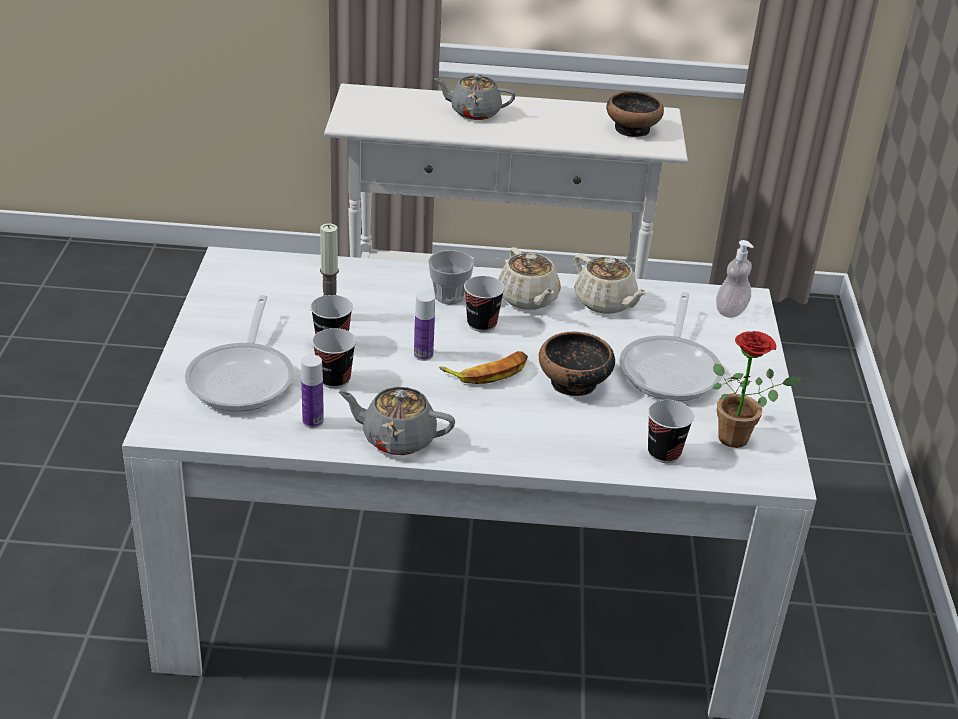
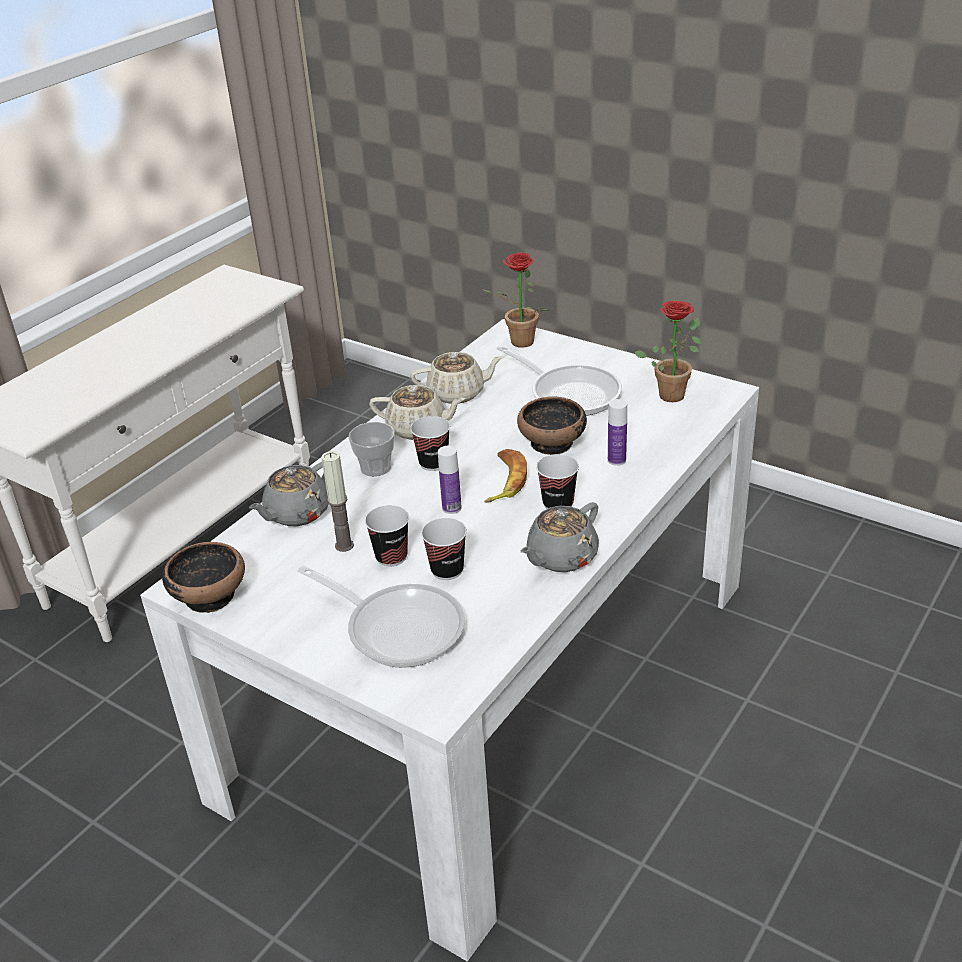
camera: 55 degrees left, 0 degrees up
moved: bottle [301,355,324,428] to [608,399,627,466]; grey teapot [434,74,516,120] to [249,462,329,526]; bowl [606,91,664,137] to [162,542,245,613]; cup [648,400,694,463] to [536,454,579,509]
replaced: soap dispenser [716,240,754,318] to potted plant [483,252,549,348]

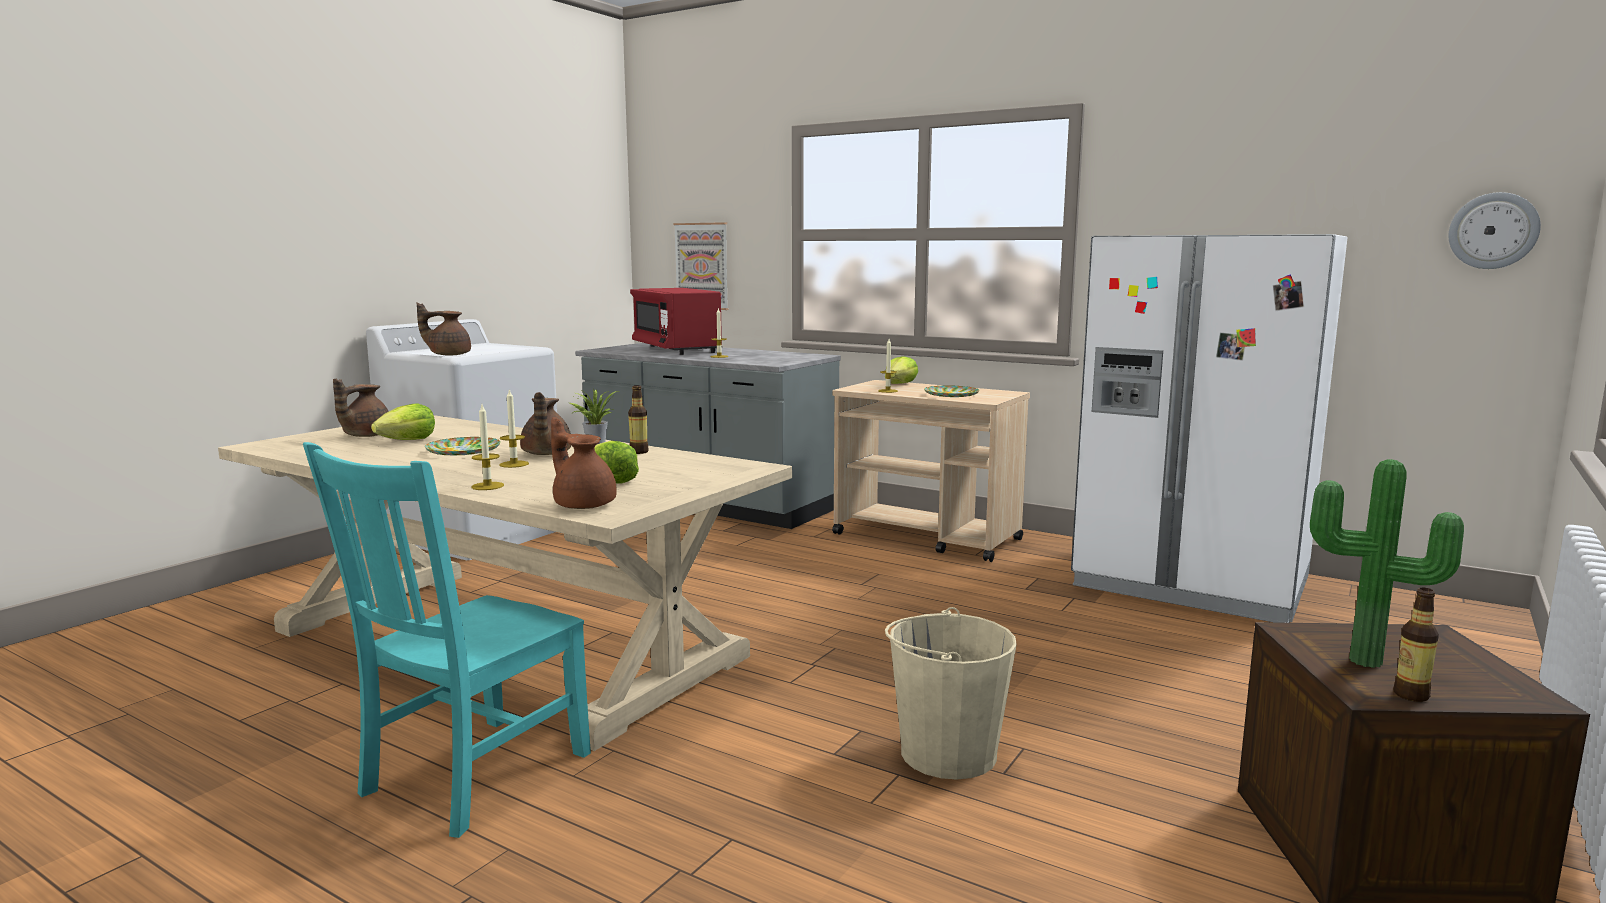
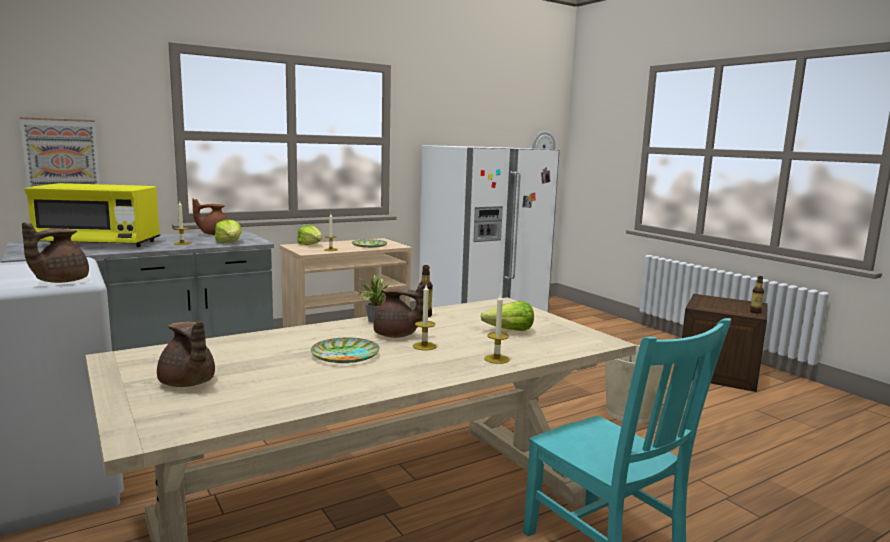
camera: 65 degrees left, 0 degrees up
removed: potted plant [1310,459,1464,668]
moved: lettuce [371,403,435,440] to [214,220,242,243]; brown teapot [551,417,617,509] to [192,198,228,235]
recoloured: red microwave [630,288,722,355] to yellow microwave [24,183,160,247]

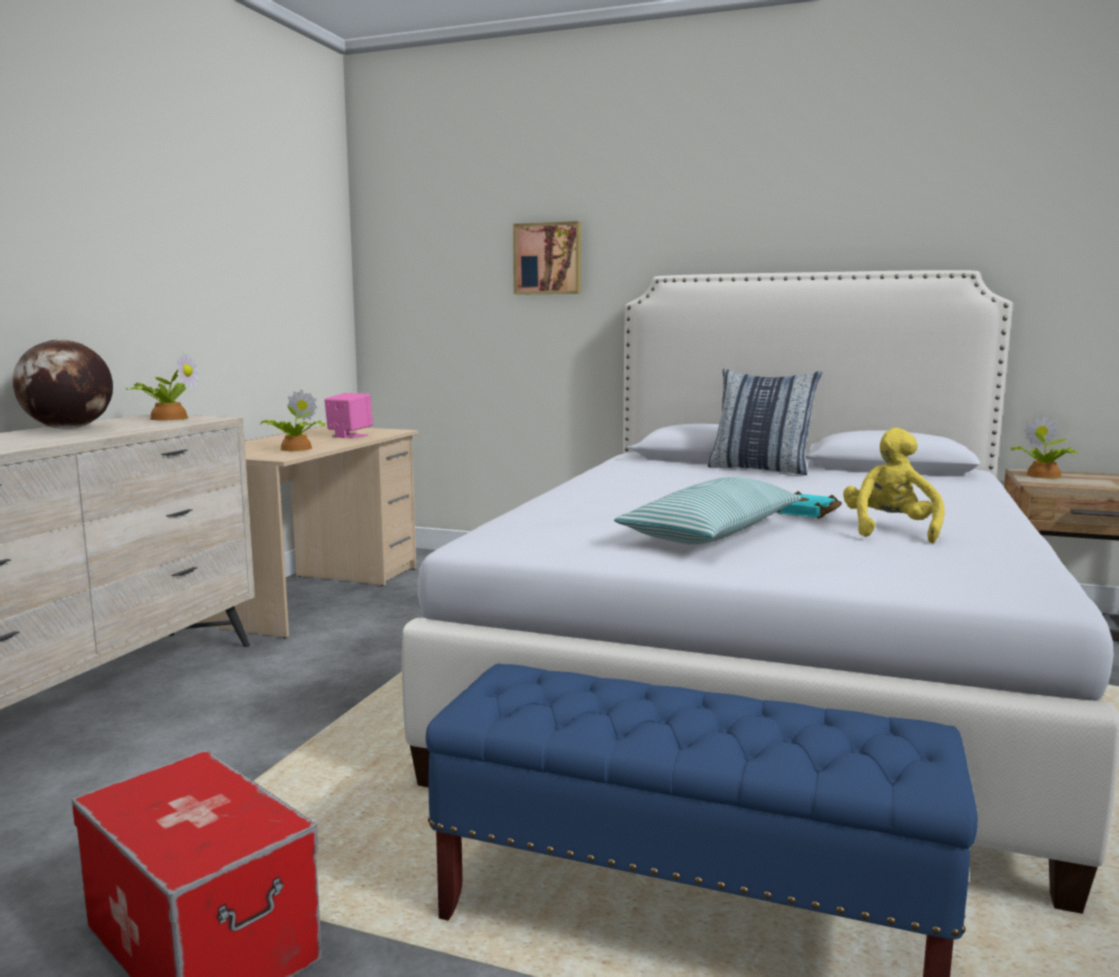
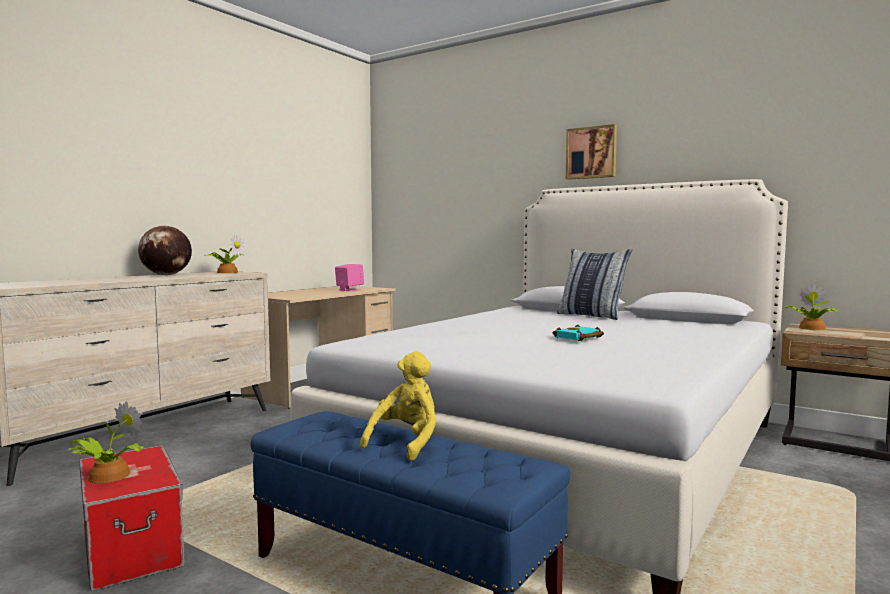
camera: 15 degrees right, 5 degrees down
removed: pillow [614,477,802,545]
moved: potted plant [259,389,326,451] to [69,402,143,483]; picture [513,221,581,295] to [566,124,617,180]; yellow plush toy [843,428,945,543] to [360,351,437,461]

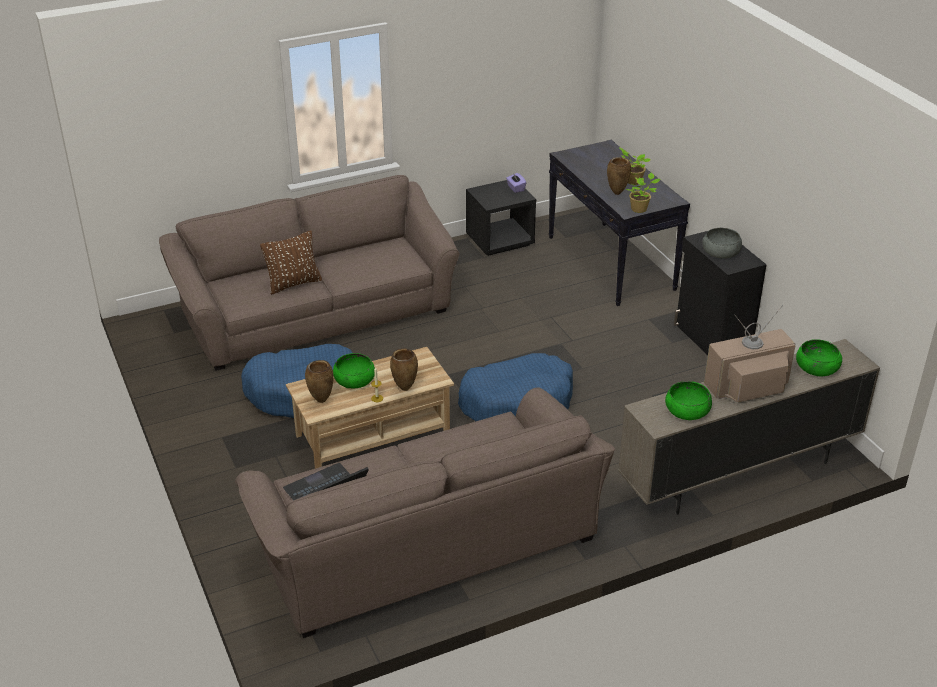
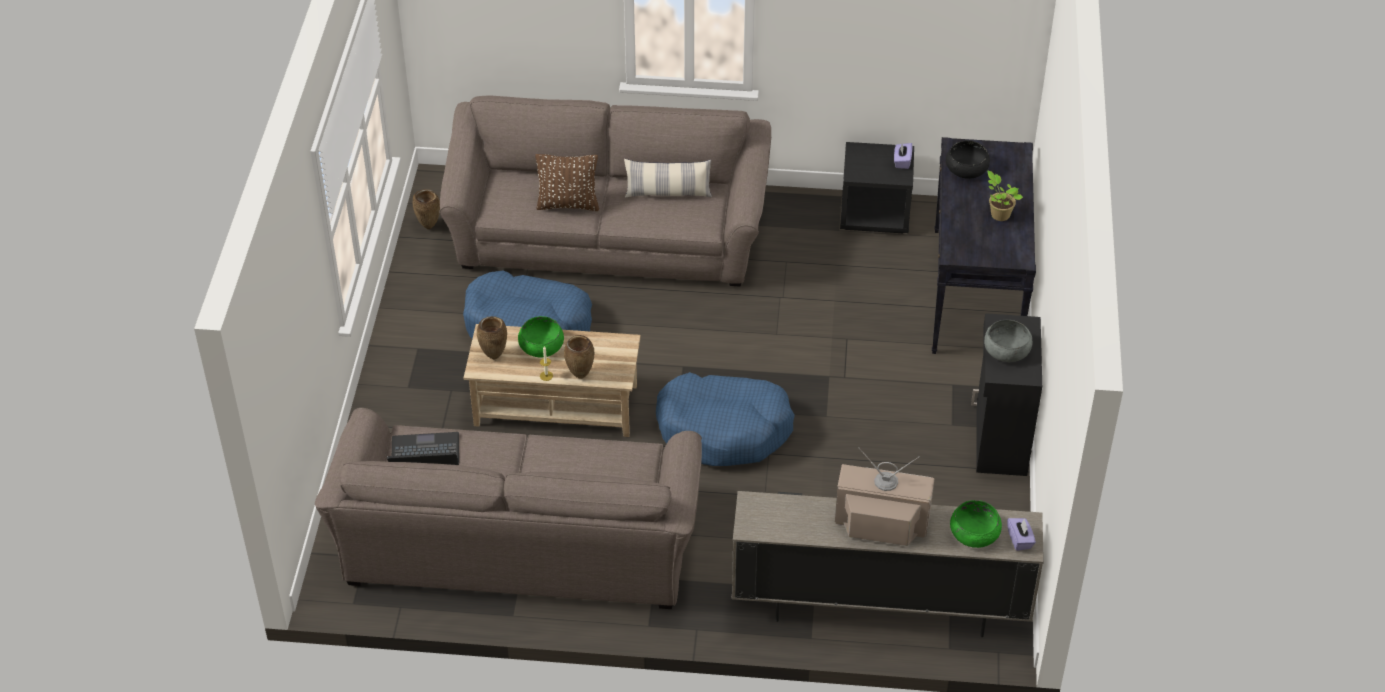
camera: 30 degrees right, 10 degrees up
removed: potted plant [626,173,661,213]; green bowl [665,381,712,420]
added: pillow [624,159,712,198]; black bowl [946,140,990,179]; purple tissue box [1007,518,1036,551]
moved: brown vase [607,157,631,195] to [413,189,440,229]

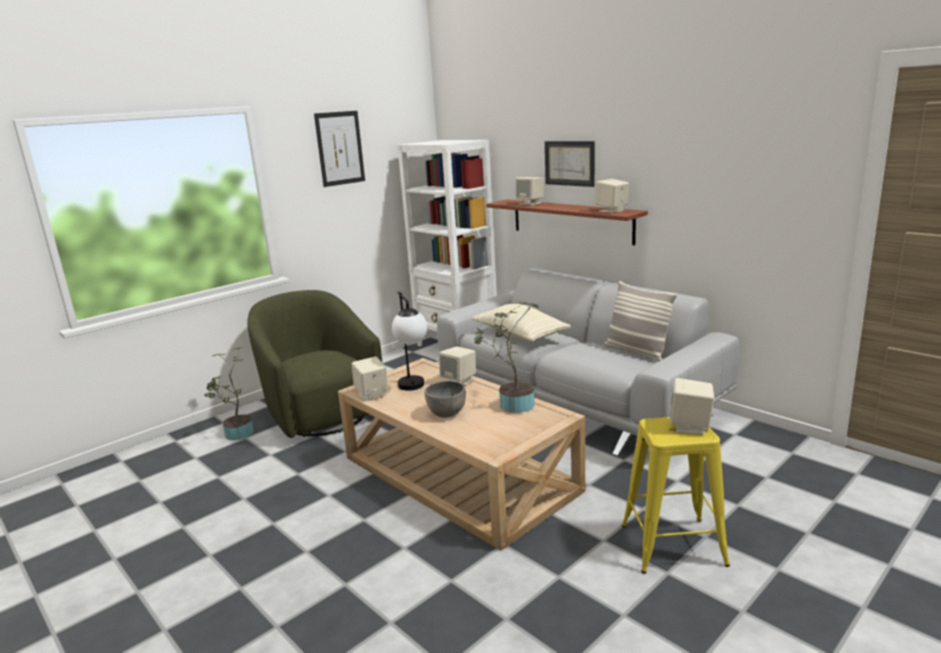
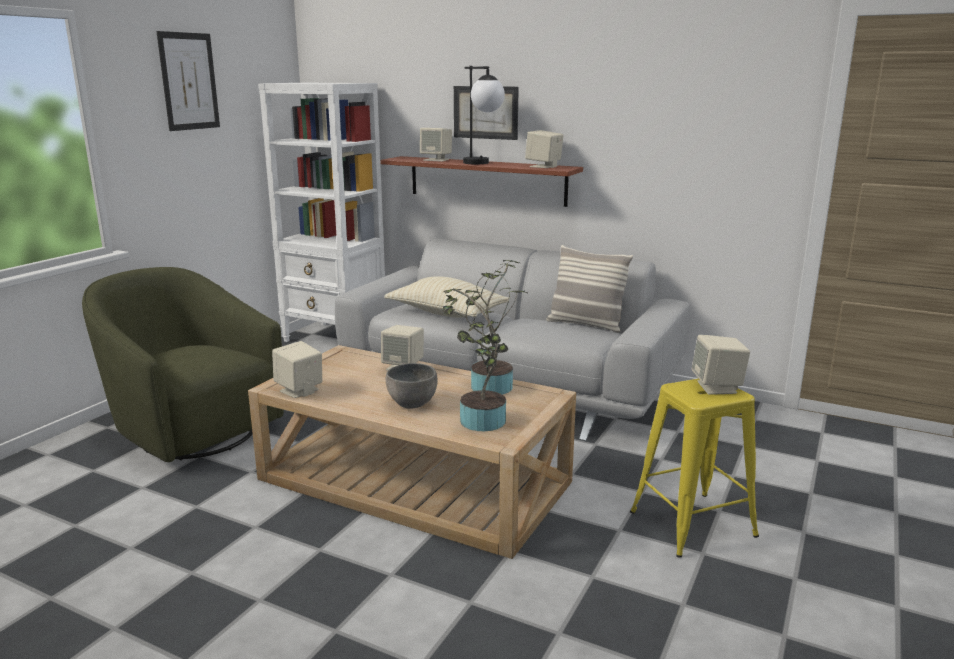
camera: 20 degrees left, 0 degrees up
moved: potted plant [204,347,254,440] to [443,274,528,431]; table lamp [392,291,427,391] to [463,66,505,164]

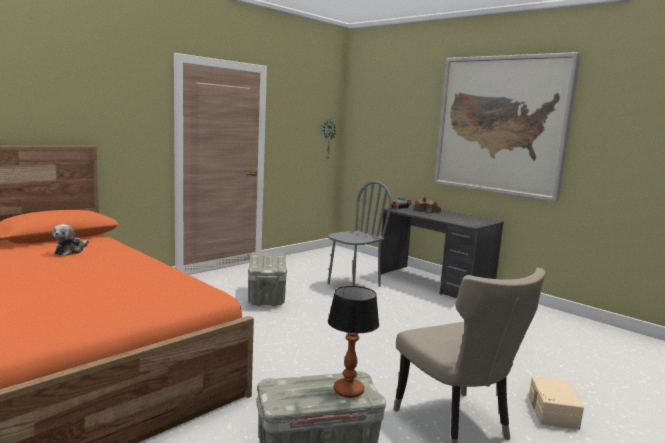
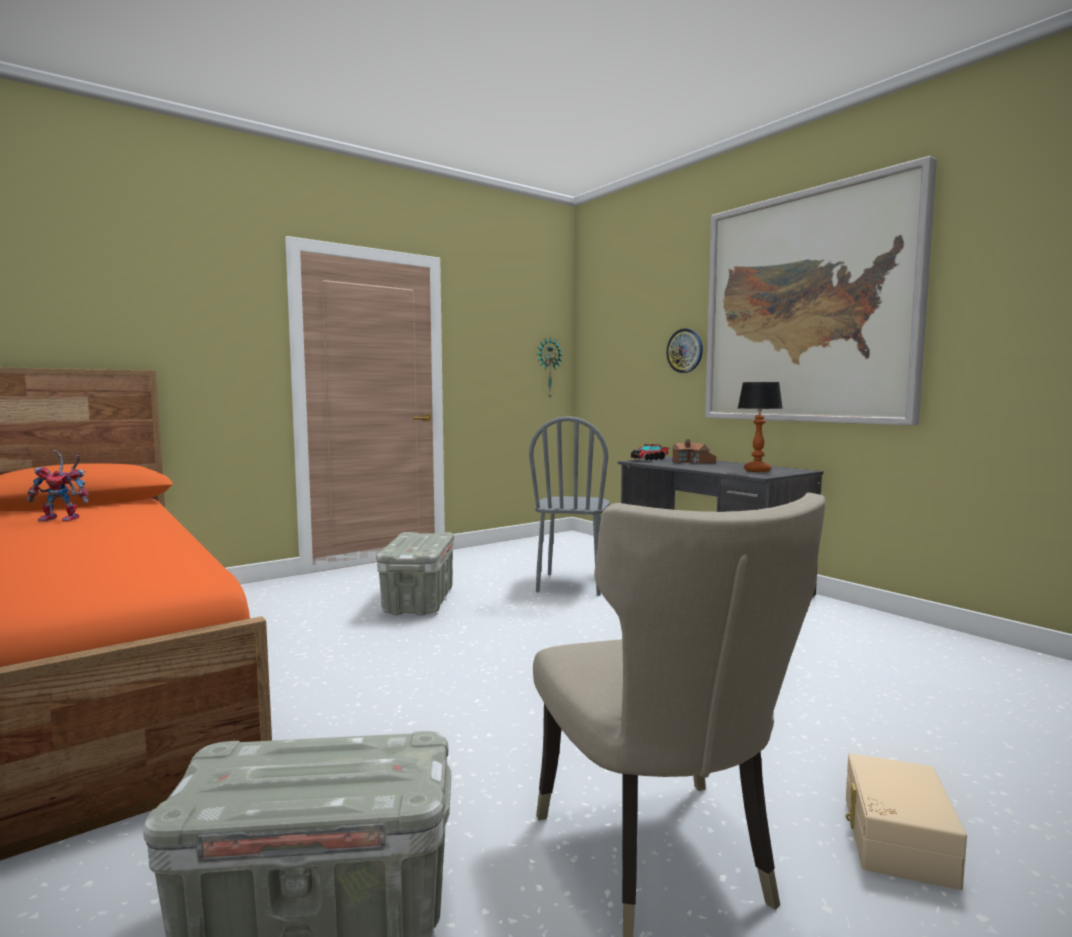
camera: 10 degrees right, 5 degrees down
added: wall clock [666,328,703,373]
moved: table lamp [328,286,379,398] to [738,382,783,472]
replaced: plush toy [52,224,89,256] to toy robot [27,450,89,521]
turned: grey chair [328,181,392,287] = [529,416,610,596] 135 degrees clockwise

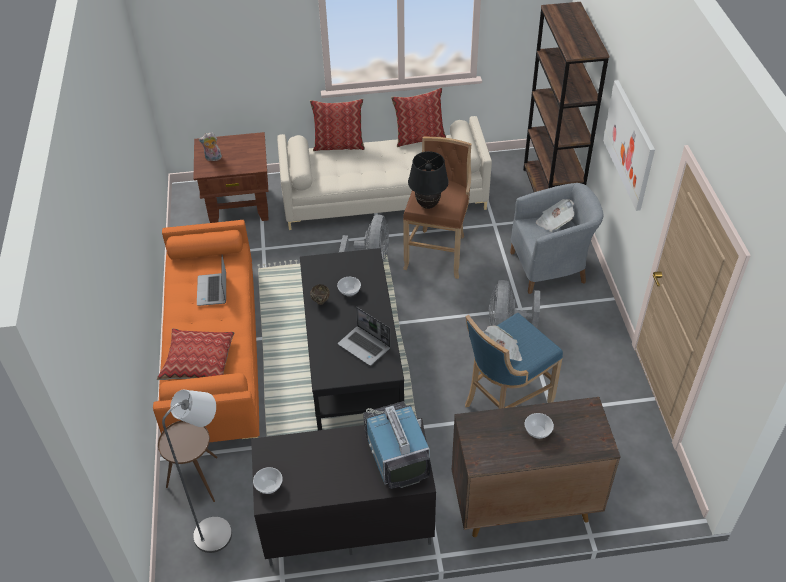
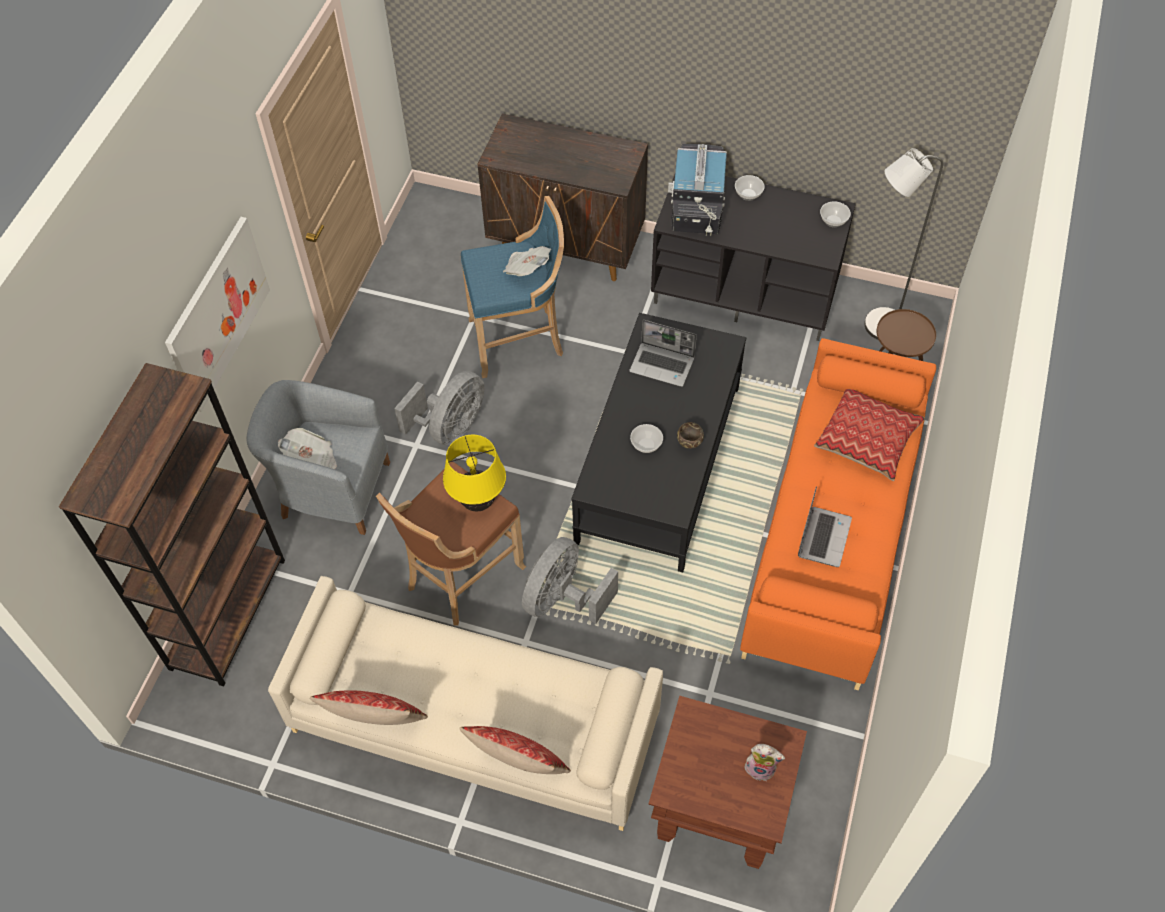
camera: 155 degrees left, 10 degrees up
moved: bowl [525,413,554,439] to [735,175,765,201]
recoloured: black table lamp [408,151,449,209] to yellow table lamp [443,435,506,512]
turned: laptop [338,307,391,366] = [630,320,697,387] 135 degrees clockwise

